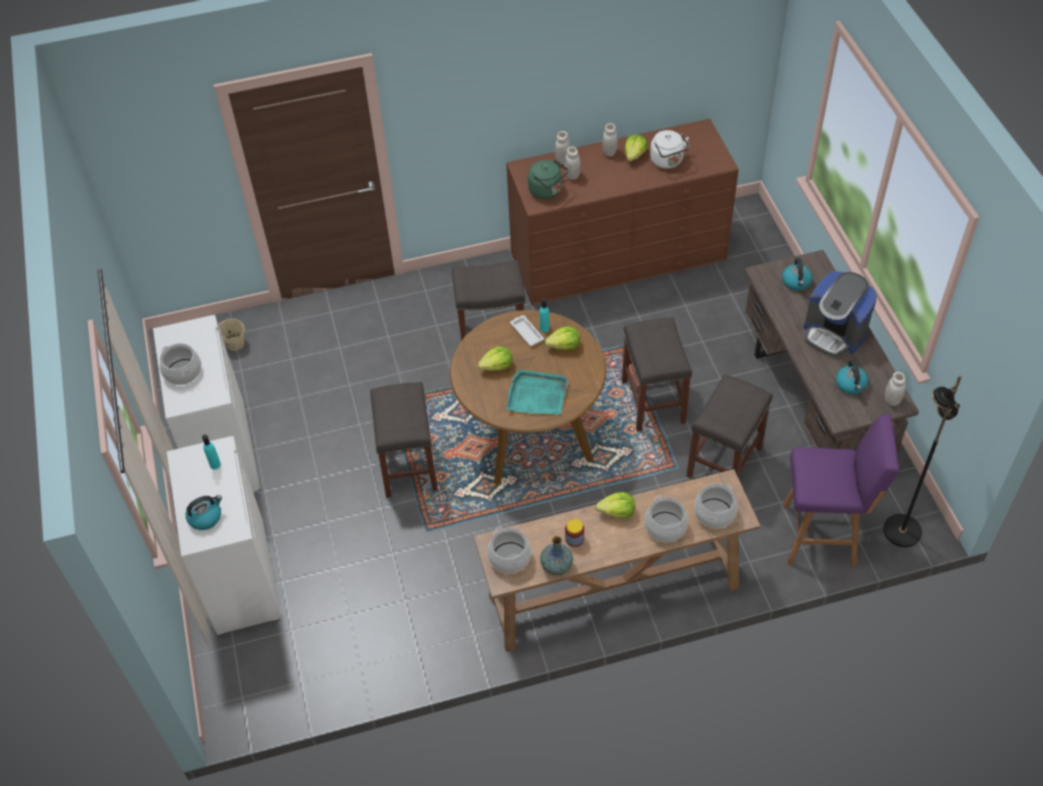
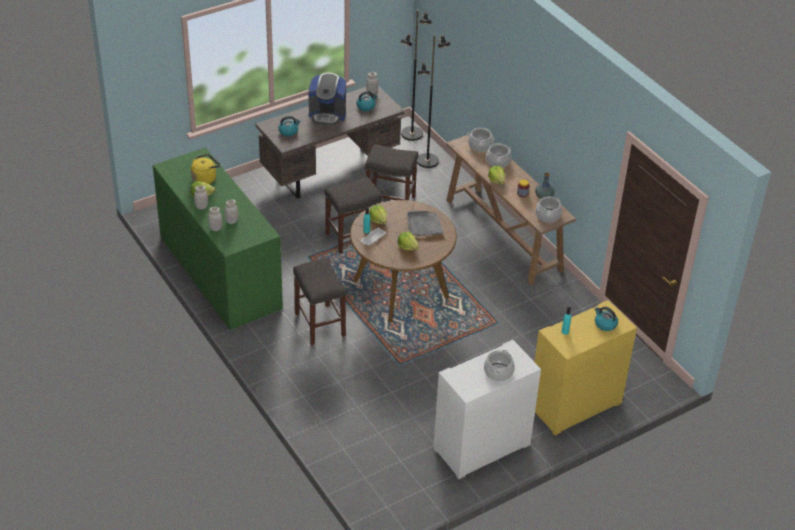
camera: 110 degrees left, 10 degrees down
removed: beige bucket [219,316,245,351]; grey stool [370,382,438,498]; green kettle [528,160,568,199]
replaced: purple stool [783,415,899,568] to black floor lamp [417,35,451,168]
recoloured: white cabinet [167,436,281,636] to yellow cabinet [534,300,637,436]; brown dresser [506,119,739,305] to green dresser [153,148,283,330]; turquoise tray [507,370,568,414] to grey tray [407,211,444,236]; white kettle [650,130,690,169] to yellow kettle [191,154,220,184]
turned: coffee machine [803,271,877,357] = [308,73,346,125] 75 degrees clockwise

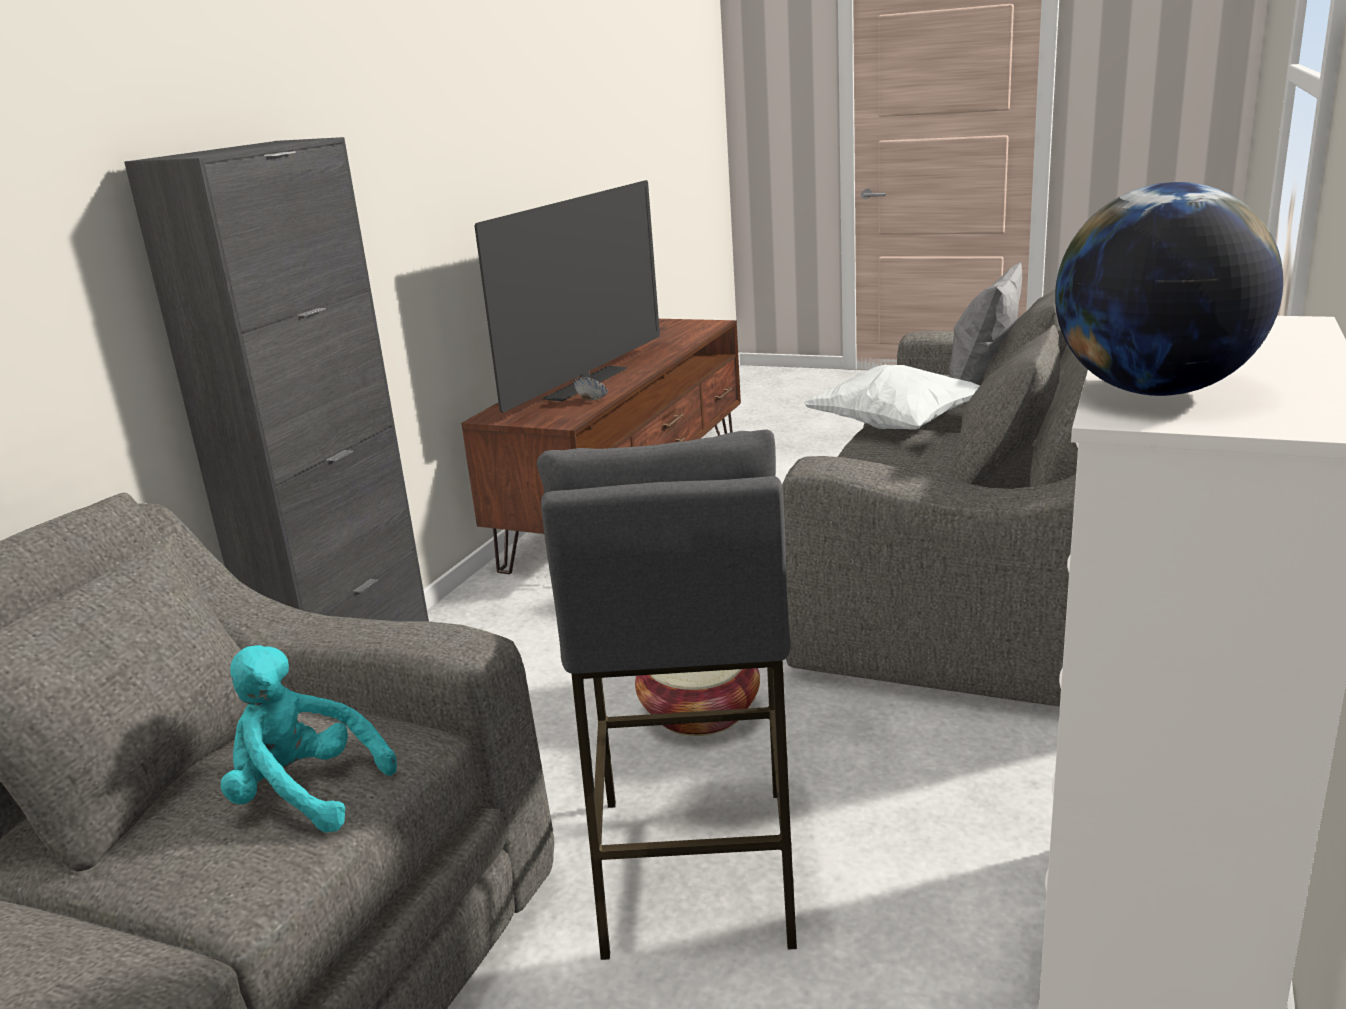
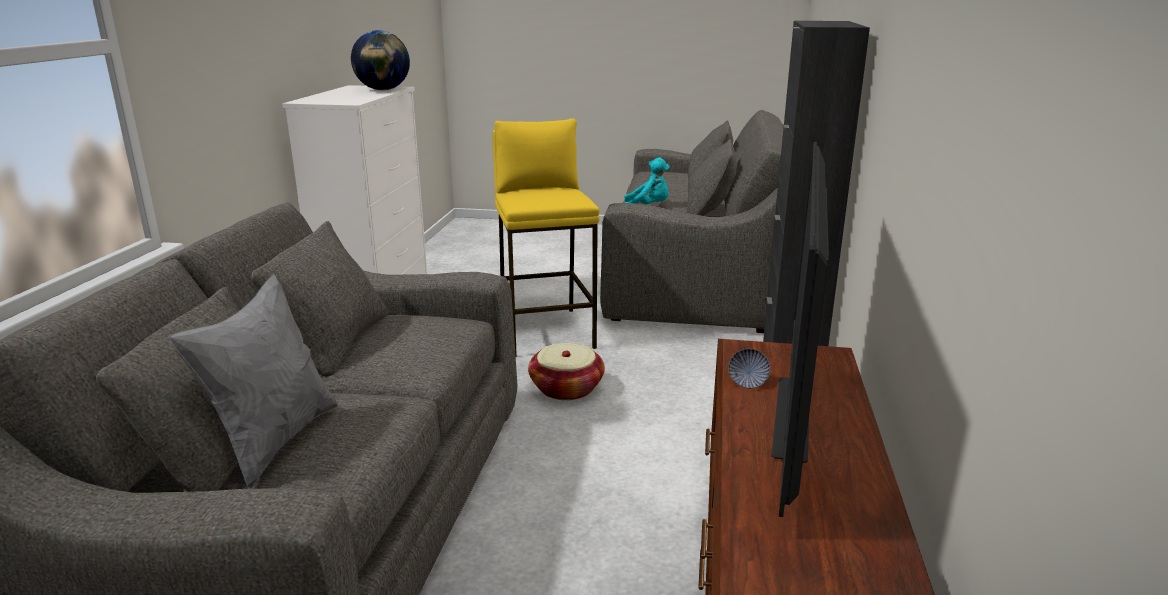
camera: 165 degrees right, 0 degrees up
removed: white pillow [803,365,980,430]
recoloured: grey stool [537,429,797,960] to yellow stool [492,118,600,357]

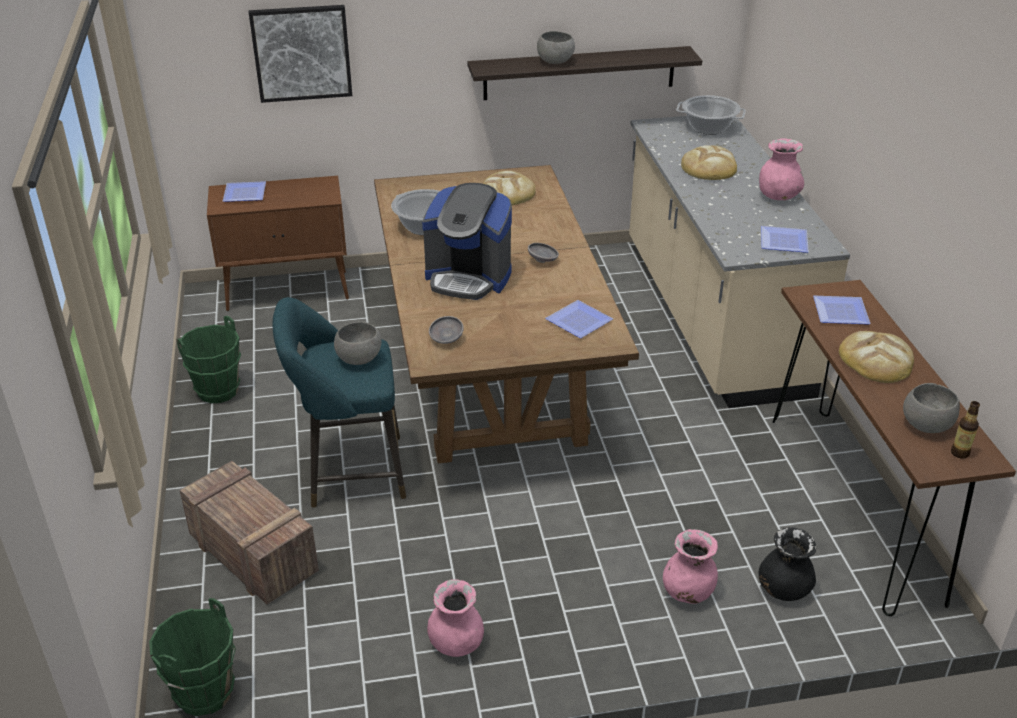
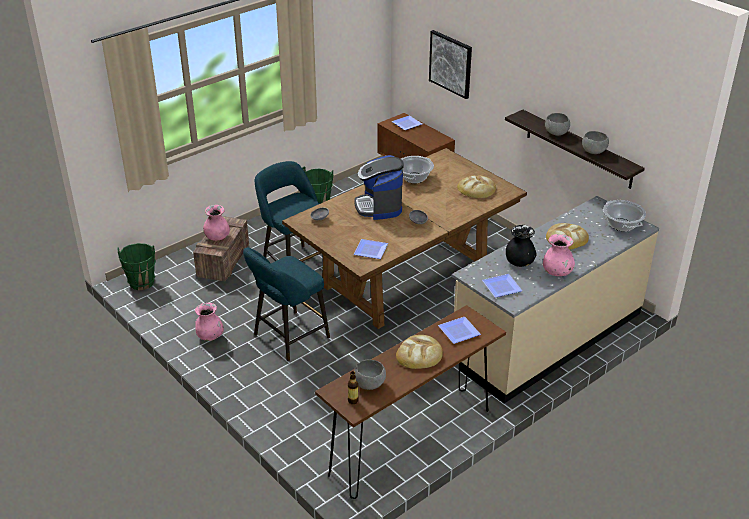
camera: 60 degrees right, 0 degrees up
added: turquoise stool [243,247,330,361]
moved: grey bowl [334,322,382,365] to [582,131,609,154]; pink vase [663,529,718,604] to [203,205,230,241]; black vase [759,527,816,601] to [506,225,537,267]

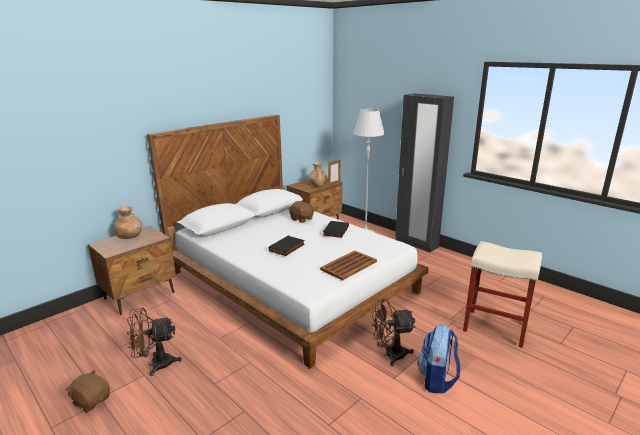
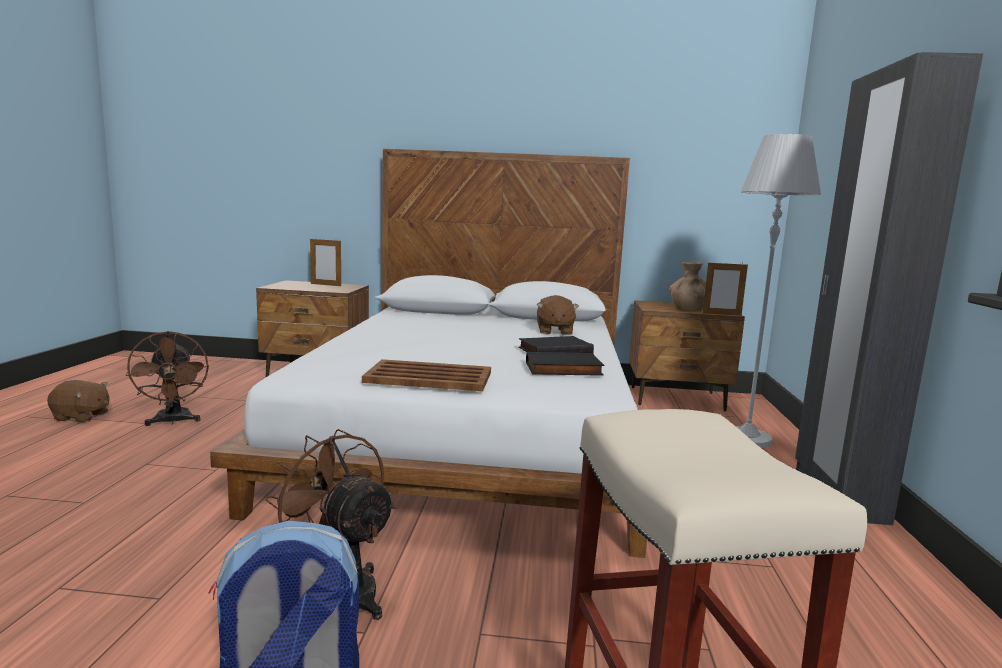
camera: 50 degrees right, 10 degrees down
moved: black book [269,235,305,256] to [526,352,604,376]
replaced: brown vase [114,206,142,239] to picture frame [310,239,341,286]
turned: brown plush toy [65,369,110,413] = [47,380,110,422] 105 degrees clockwise; brown fan [127,308,182,376] = [126,331,209,426] 150 degrees counterclockwise

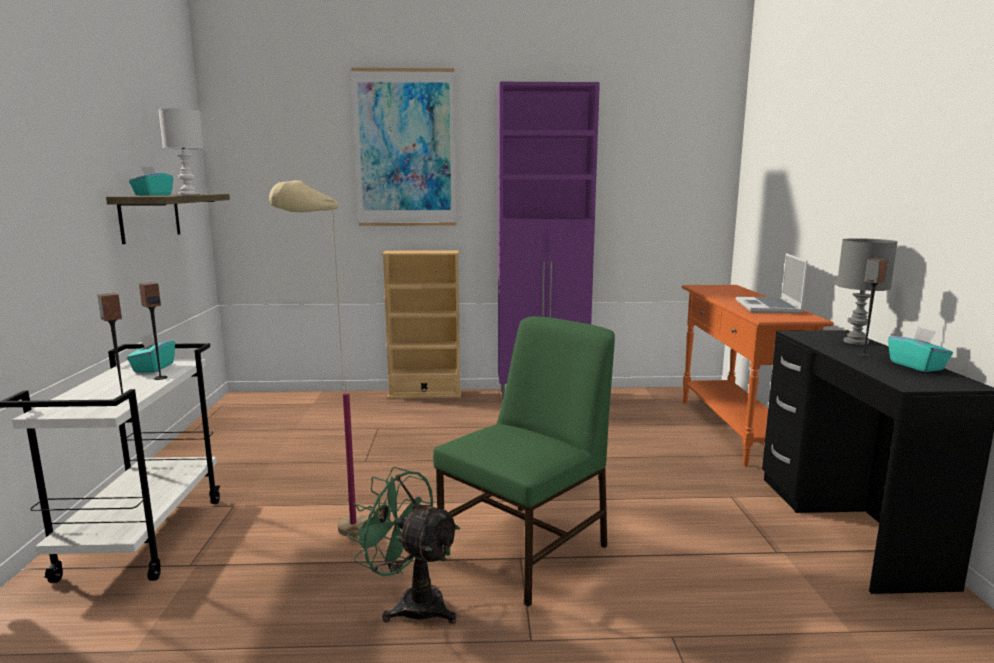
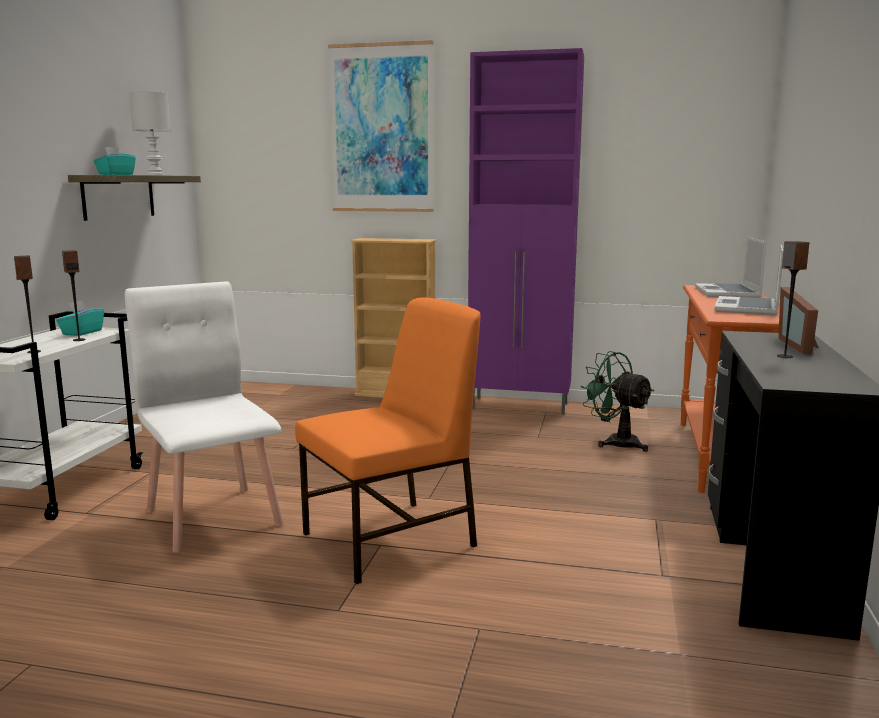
camera: 15 degrees right, 0 degrees up
removed: turquoise tissue box [888,327,953,372]
added: laptop [695,237,767,298]
moved: green fan [347,467,460,624] to [580,351,654,452]
replaced: beige floor lamp [269,180,368,537] to white chair [125,281,284,553]; grey table lamp [837,238,898,345] to picture frame [778,287,819,354]
recoloured: green chair [433,316,615,607] to orange chair [295,297,481,584]

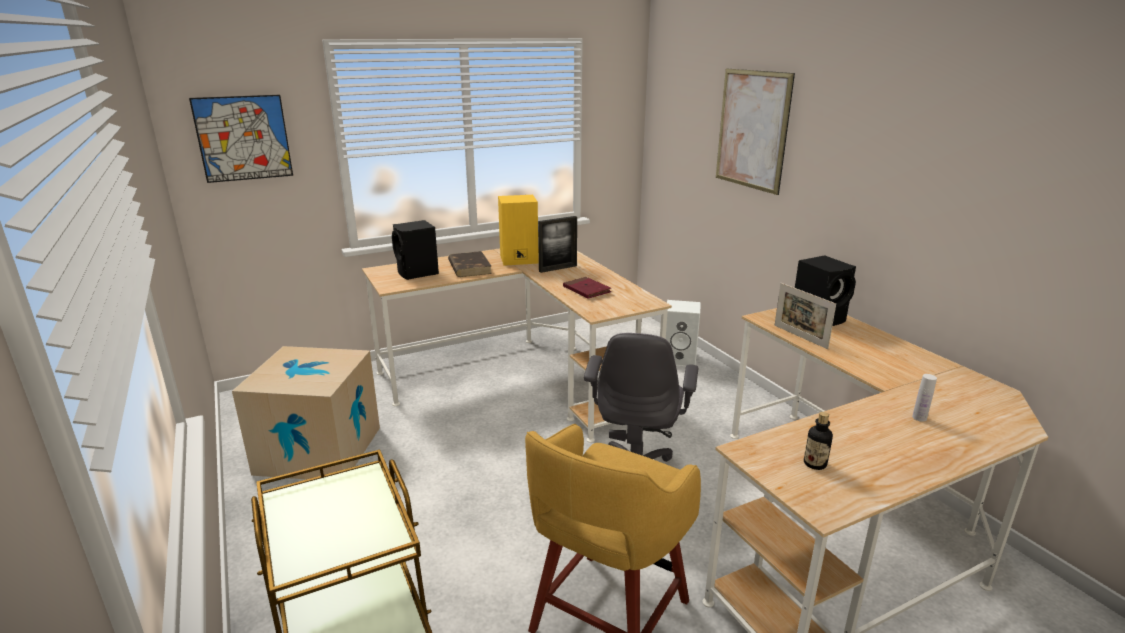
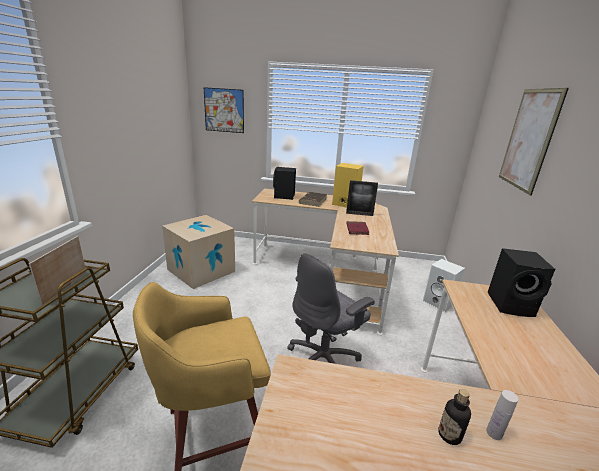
camera: 35 degrees right, 0 degrees up
moved: picture frame [775,283,836,349] to [29,236,87,306]; bottle [804,412,833,470] to [438,389,471,445]

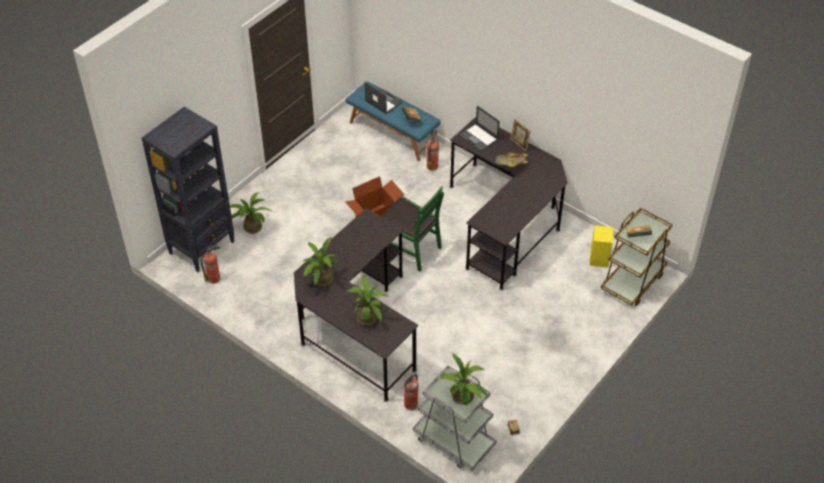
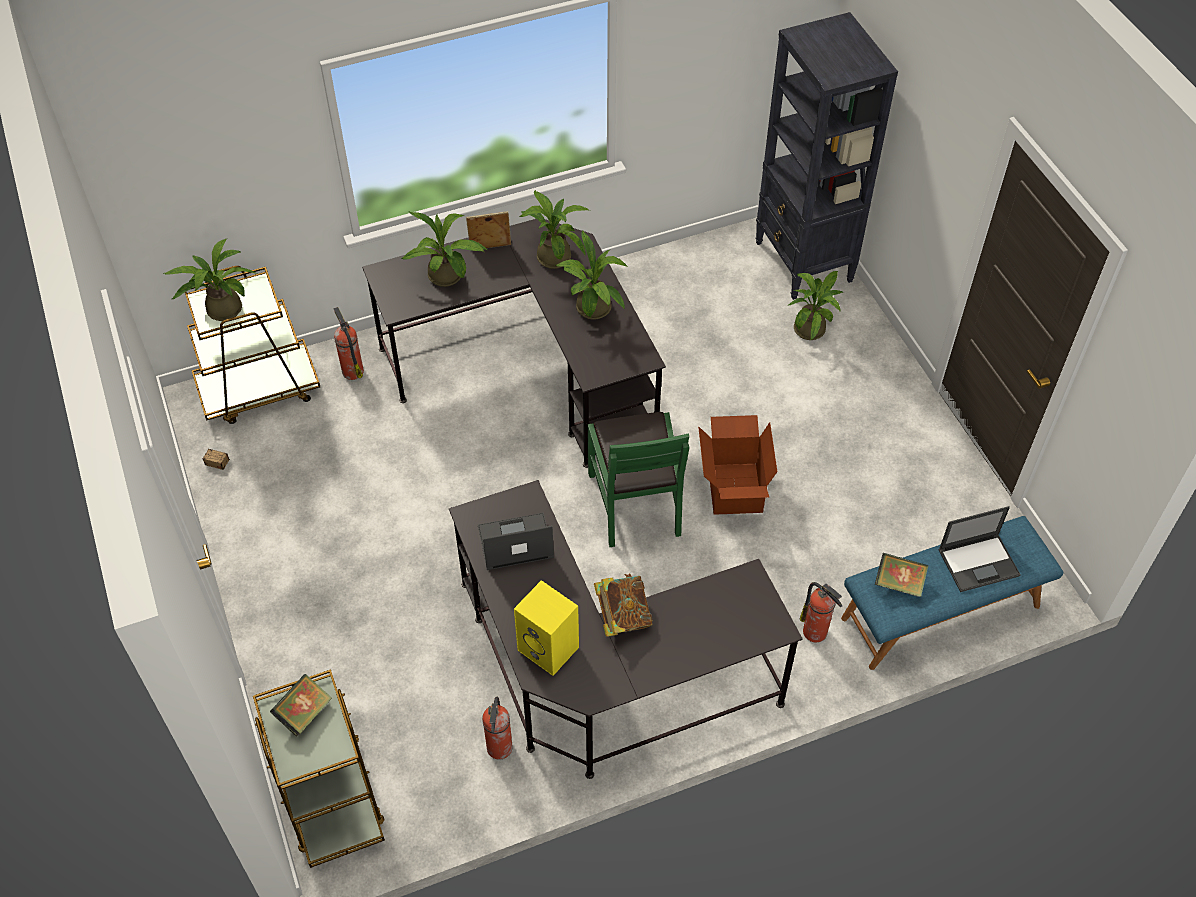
camera: 120 degrees right, 5 degrees up
added: potted plant [556,231,628,320]
moved: fire extinguisher [200,244,220,284] to [482,697,513,760]; laptop [459,106,500,152] to [478,513,554,570]; picture frame [511,118,531,151] to [466,211,511,248]; yellow speaker [589,225,613,268] to [514,580,579,676]
recoloured: grey cart [413,365,497,471] to brown cart [185,266,320,424]
turned: green chair [382,186,444,272] = [588,412,689,547] 75 degrees counterclockwise

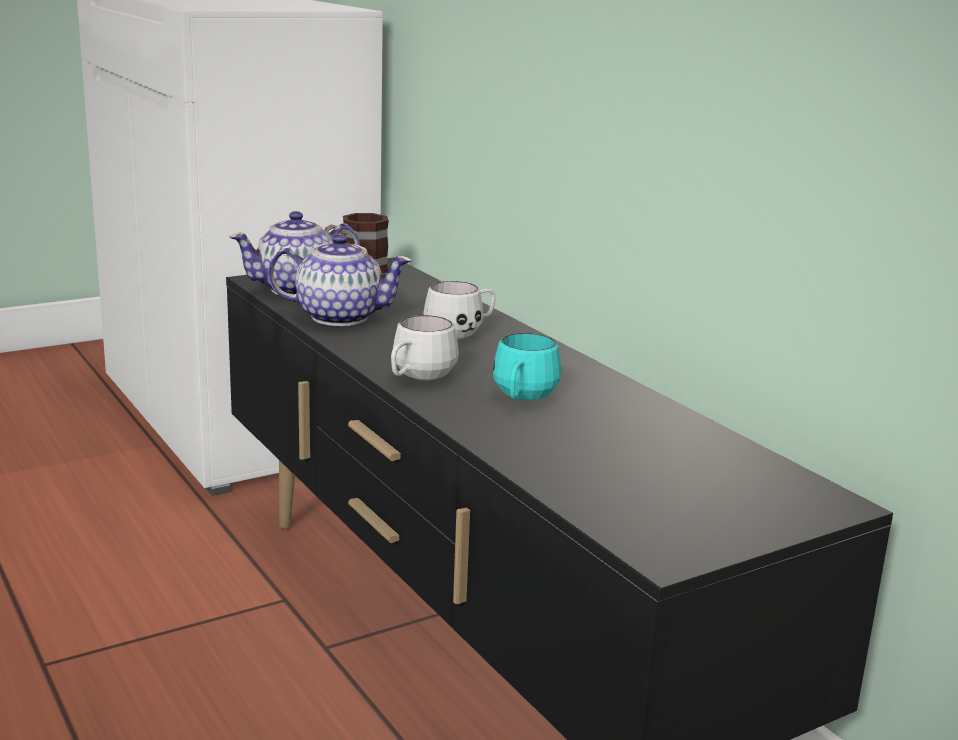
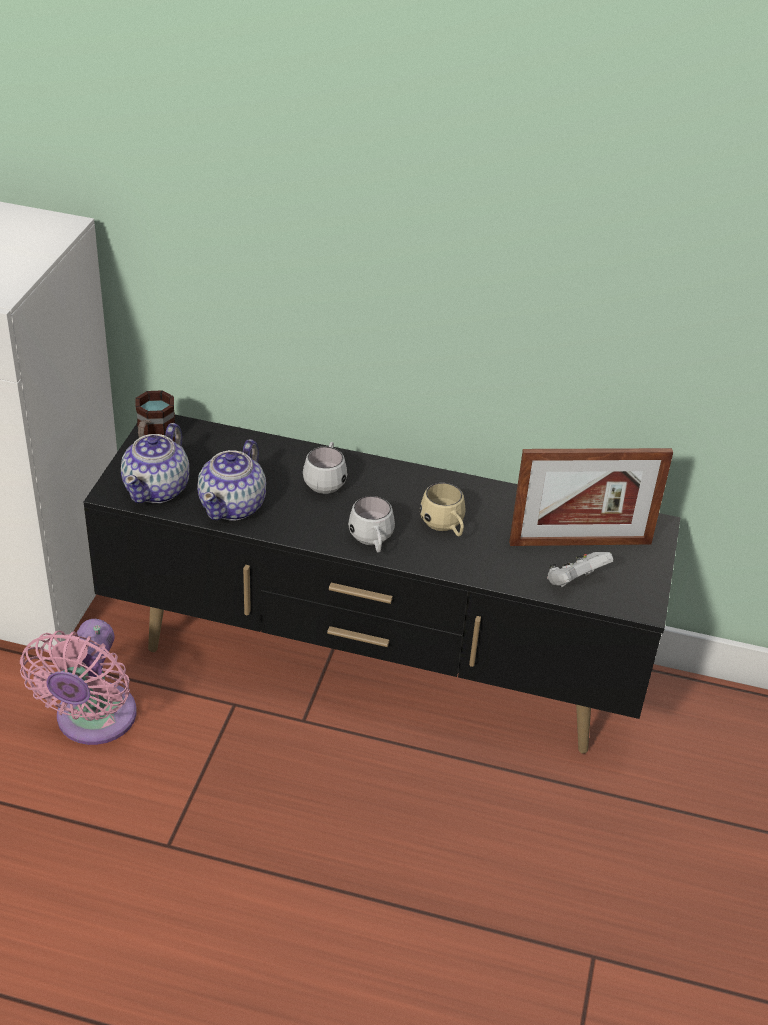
camera: 45 degrees left, 20 degrees up
added: pink fan [20,619,137,745]; picture frame [509,448,673,546]; white game controller [547,552,613,587]
recoloured: turquoise mug [493,333,562,401] to beige mug [420,483,466,536]
turned: teapot [268,234,412,326] = [197,439,266,521] 150 degrees clockwise

